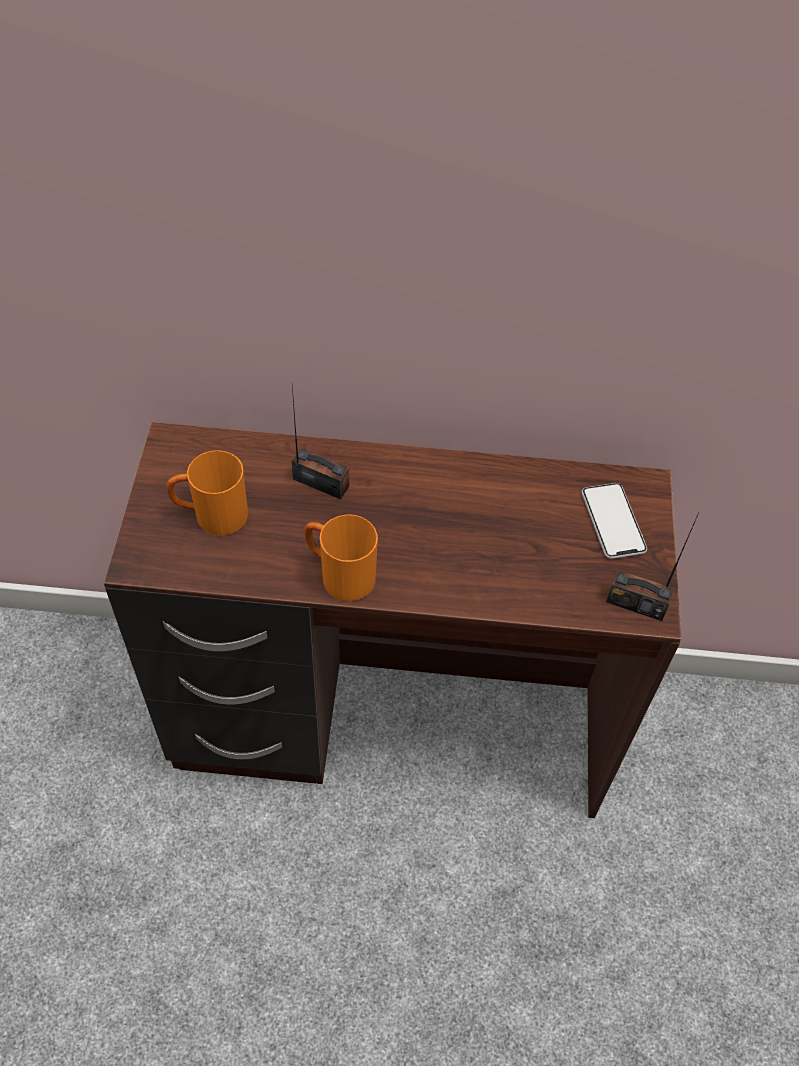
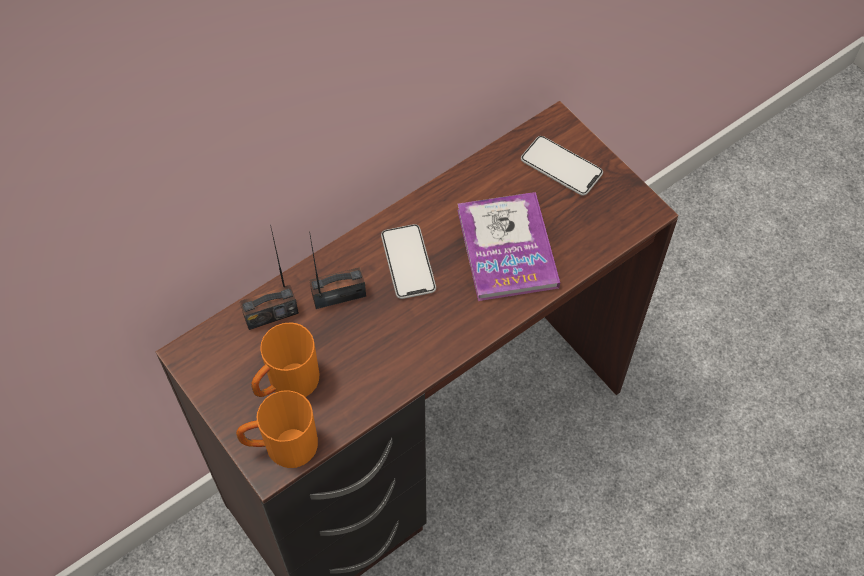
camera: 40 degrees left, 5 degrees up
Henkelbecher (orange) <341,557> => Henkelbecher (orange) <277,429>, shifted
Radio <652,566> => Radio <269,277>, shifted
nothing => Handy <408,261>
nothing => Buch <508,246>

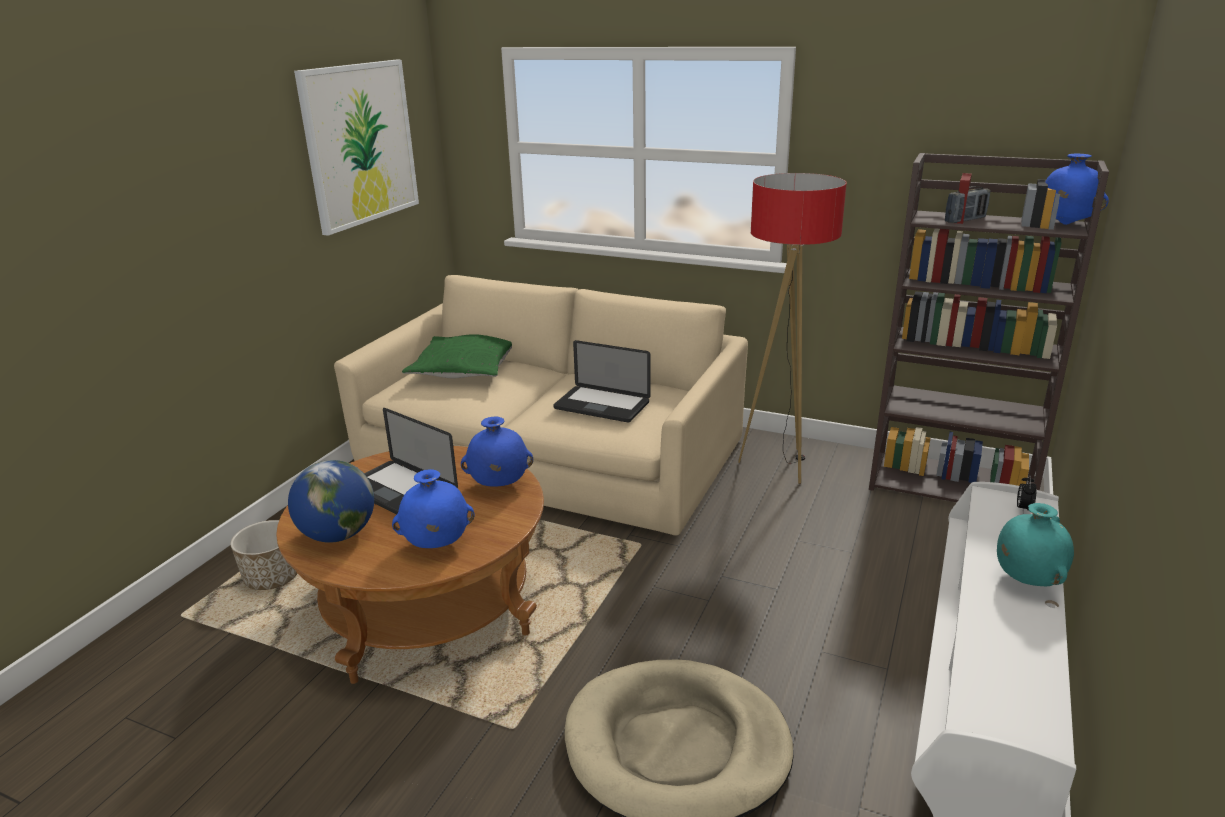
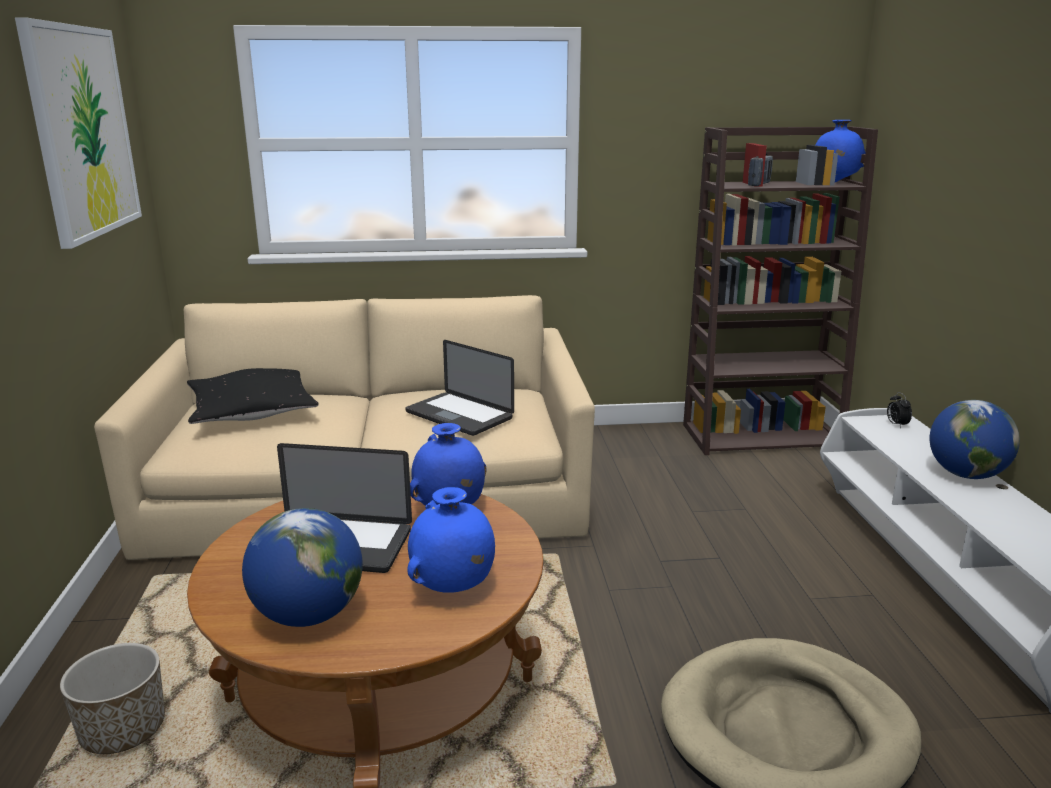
camera: 30 degrees left, 5 degrees down
Kissen (grün) <457,356> => Kissen (schwarz) <252,396>
Laptop <602,381> => Laptop <459,388>, 45 degrees clockwise
Vase (türkis) <1035,544> => Globus <975,439>
Stehlampe <792,328> => nothing

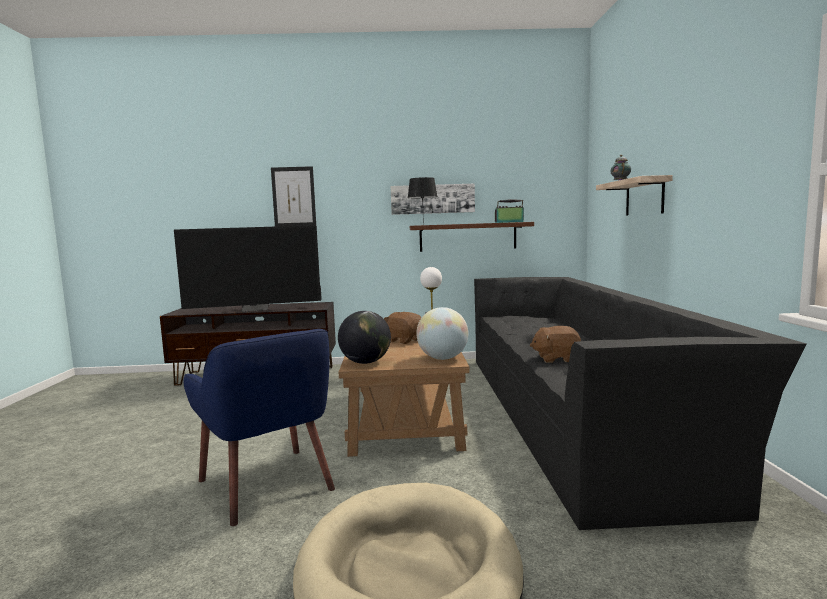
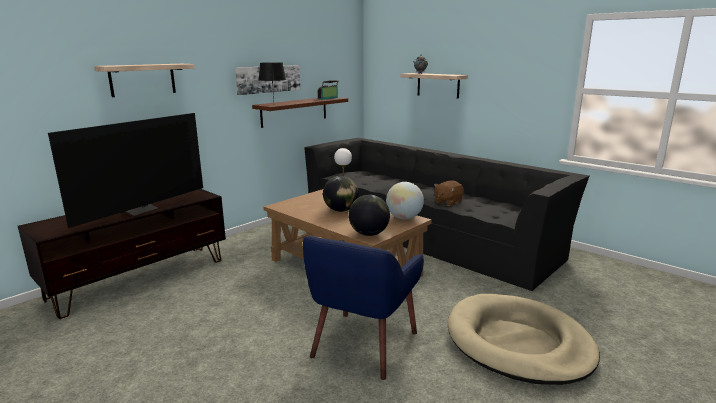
camera: 45 degrees left, 10 degrees up
Bild <293,196> => Wandregal <144,80>
Sessel (blau) <259,427> => Sessel (blau) <363,308>, 105 degrees clockwise
Plüschtier (braun) <403,328> => Globus <341,194>

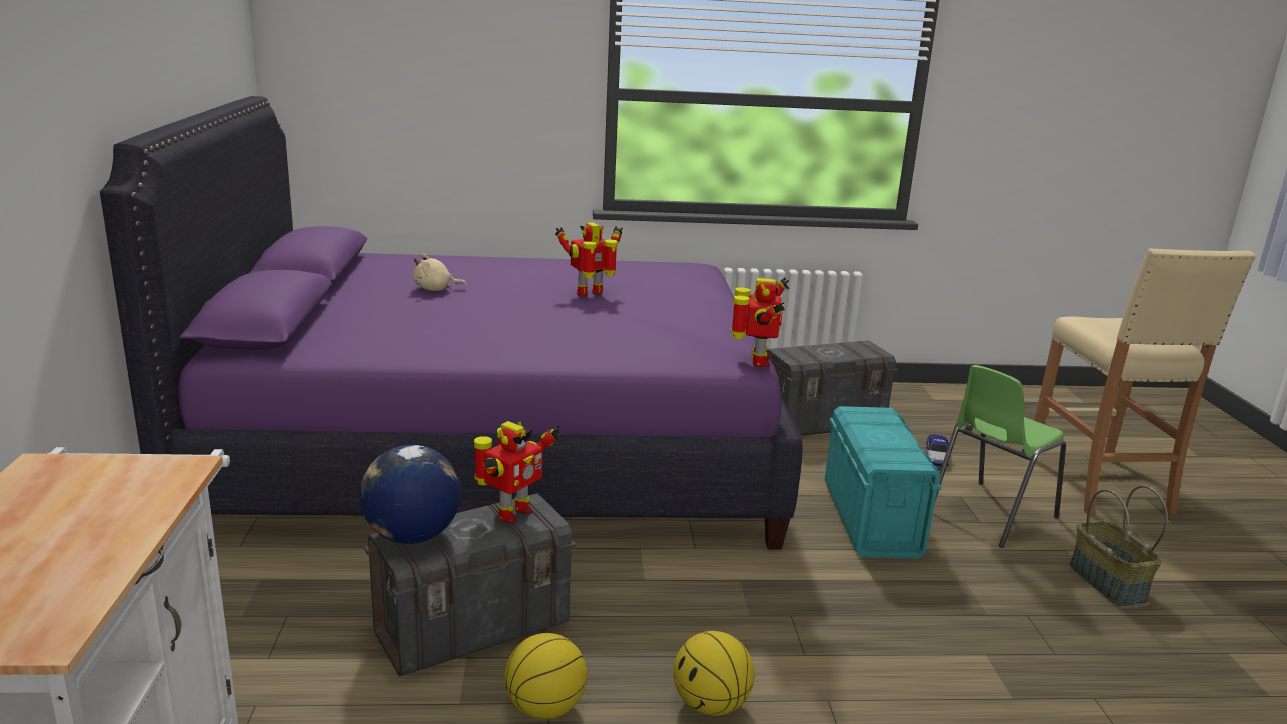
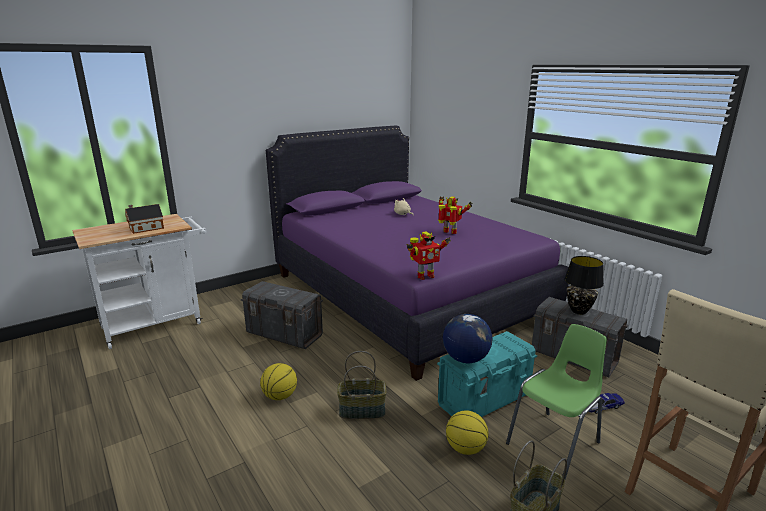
camera: 60 degrees right, 0 degrees up
nothing => Spielzeughaus <144,219>
nothing => Korb <362,385>
Globus <410,494> => Globus <467,338>, shifted
Basketball <545,676> => Basketball <467,432>, shifted
Stuhl (grün) <1000,456> => Stuhl (grün) <556,402>, 120 degrees clockwise
nothing => Tischlampe (schwarz) <584,285>
Spielzeugroboter <517,472> => nothing

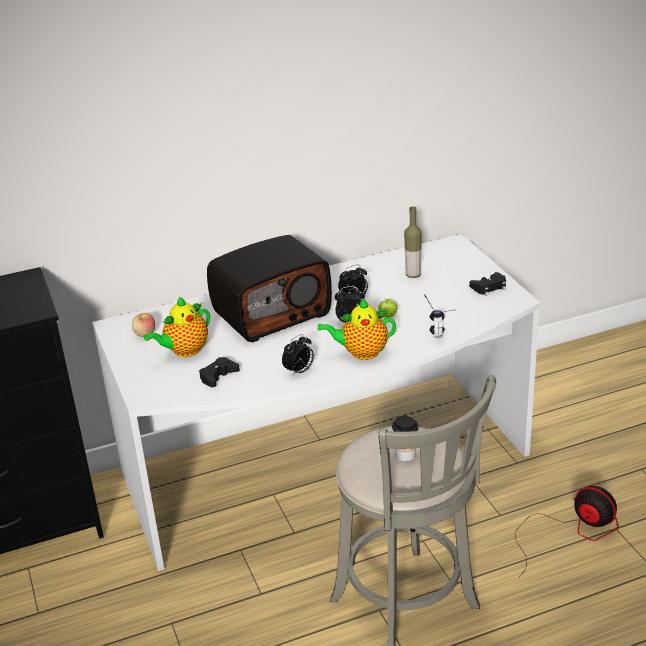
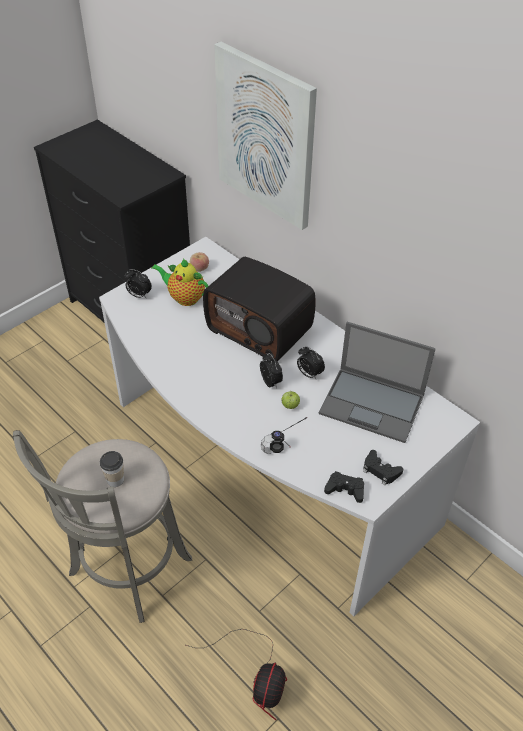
camera: 65 degrees right, 15 degrees up
Wecker <298,355> => Wecker <138,284>, shifted
nothing => Bild <265,136>
Flasche <413,242> => Laptop <377,382>
Gamepad (schwarz) <219,372> => Gamepad (schwarz) <344,487>, shifted
Teekanne <356,329> => nothing

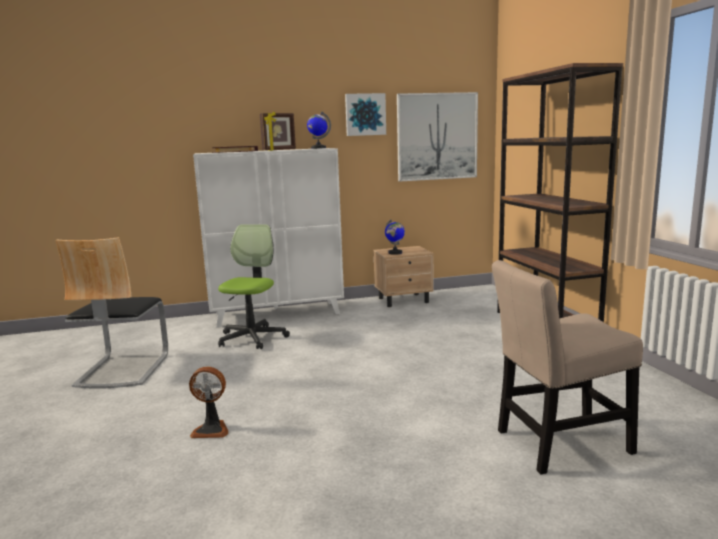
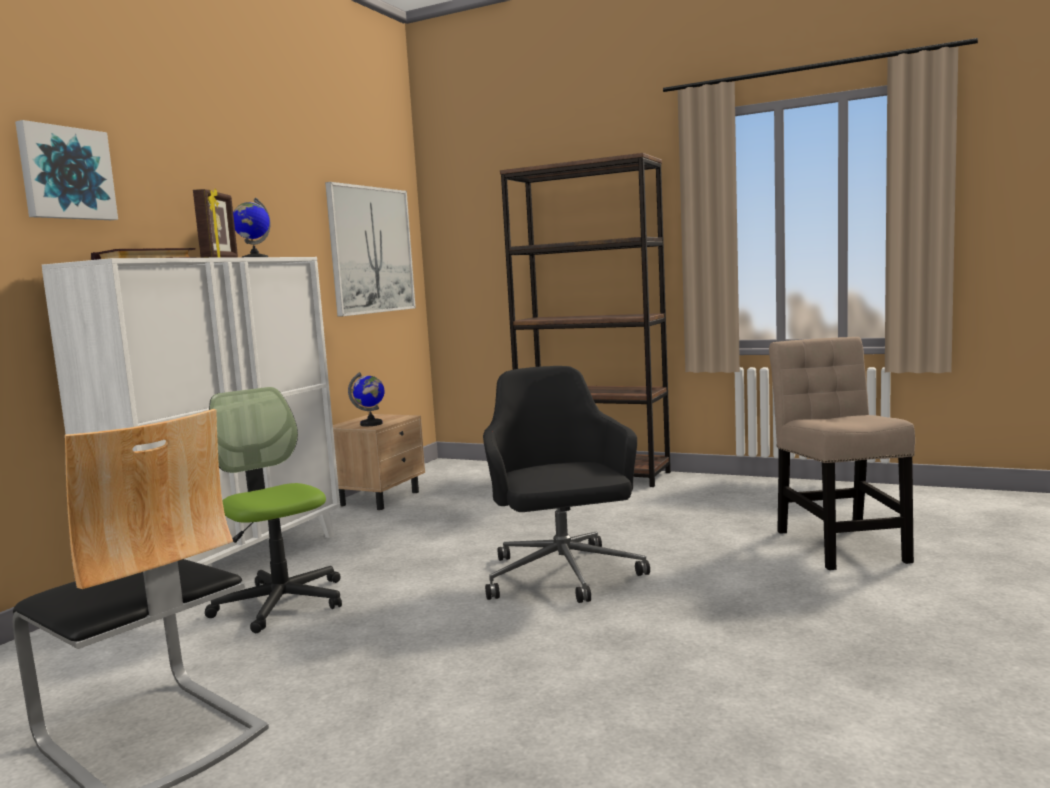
camera: 50 degrees left, 5 degrees down
Bild <365,114> => Bild <66,170>, shifted
nothing => Bürostuhl (schwarz) <566,484>
Stuhl (beige) <567,367> => Stuhl (beige) <842,453>, 150 degrees clockwise
Ventilator <208,402> => nothing

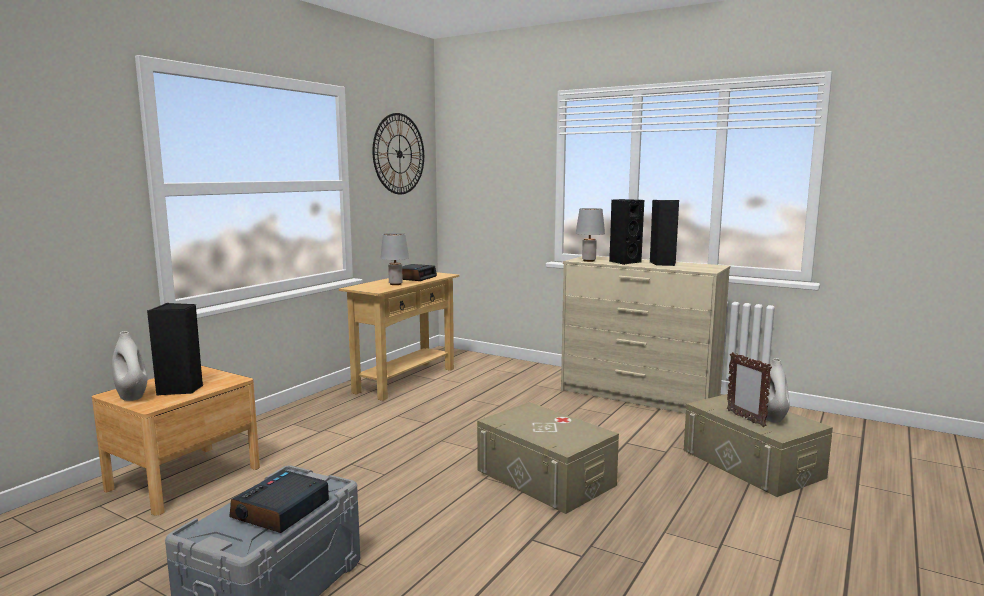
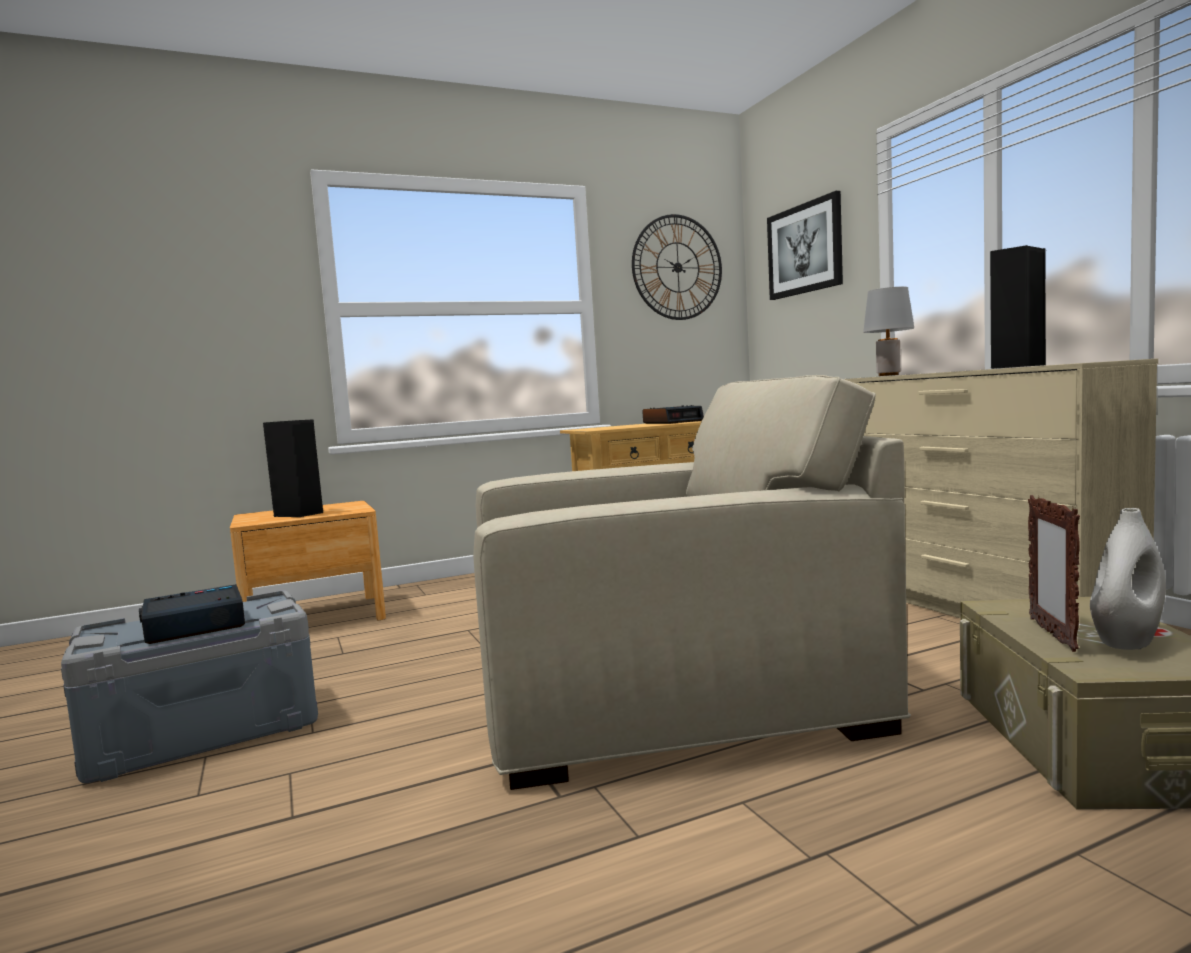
camera: 35 degrees right, 5 degrees down
Aufbewahrungsbox (beige) <548,458> => Sessel (beige) <692,582>
nothing => Bild <805,245>
Vase (weiß) <130,366> => nothing
Tischlampe (grau) <395,259> => nothing
Lautsprecher (schwarz) <626,232> => nothing

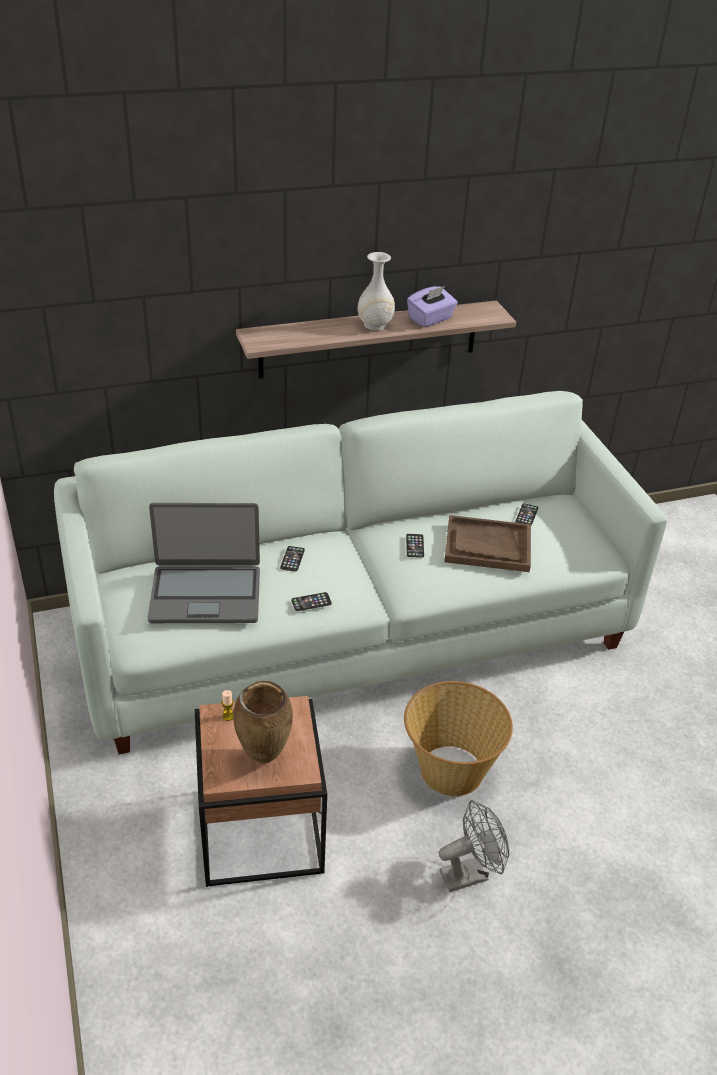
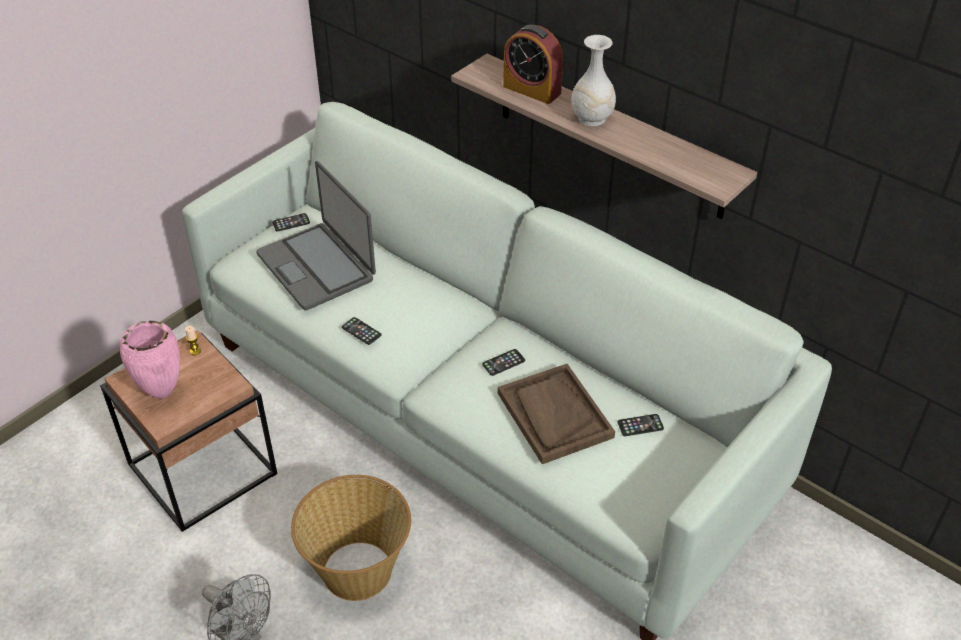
camera: 60 degrees right, 5 degrees up
Vase (braun) <262,722> => Vase (rosa) <150,360>
Handy <292,559> => Handy <291,222>, shifted
nothing => Wecker <533,64>
Taschentuchbox (lila) <432,306> => nothing

